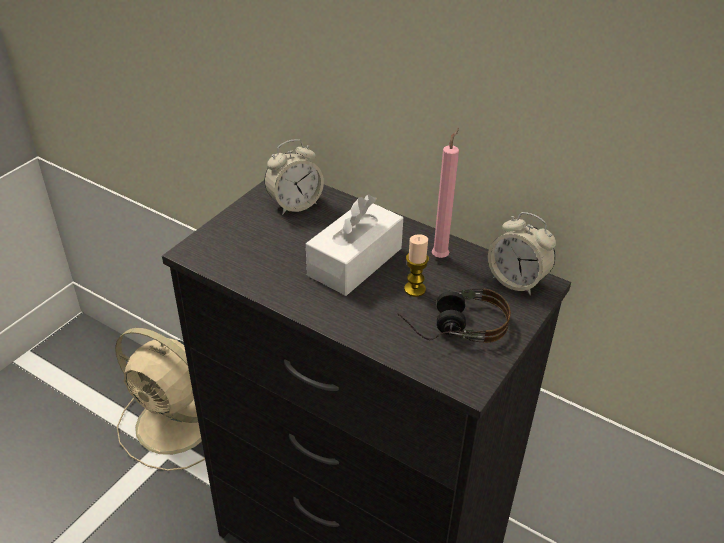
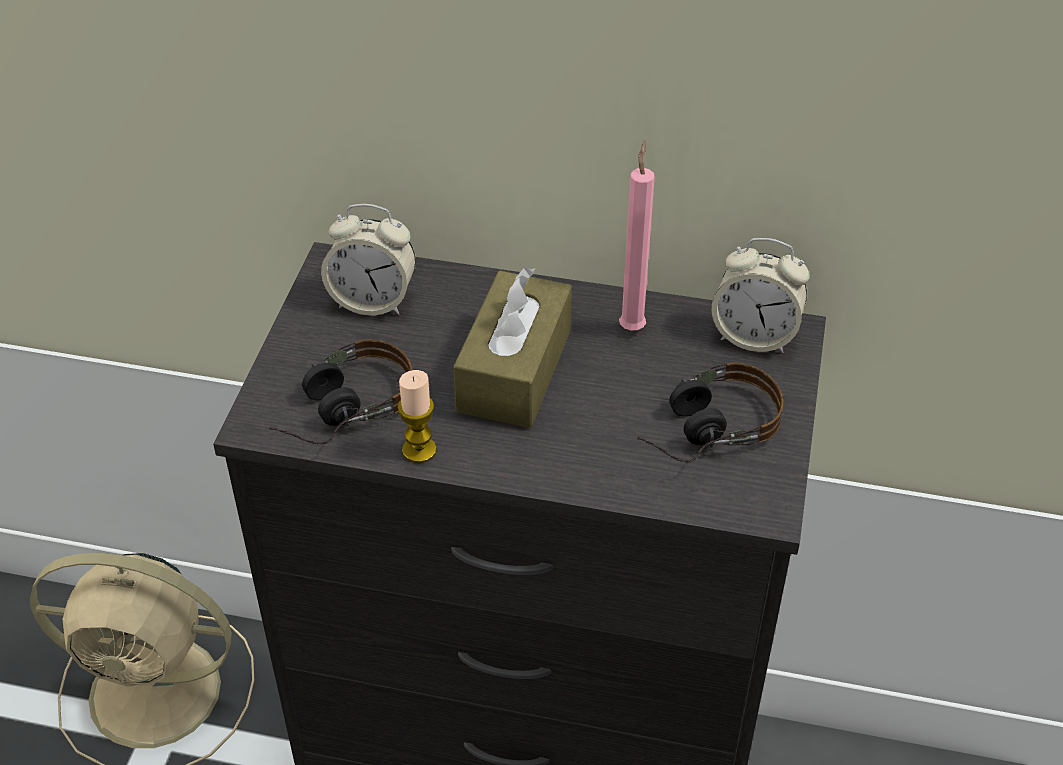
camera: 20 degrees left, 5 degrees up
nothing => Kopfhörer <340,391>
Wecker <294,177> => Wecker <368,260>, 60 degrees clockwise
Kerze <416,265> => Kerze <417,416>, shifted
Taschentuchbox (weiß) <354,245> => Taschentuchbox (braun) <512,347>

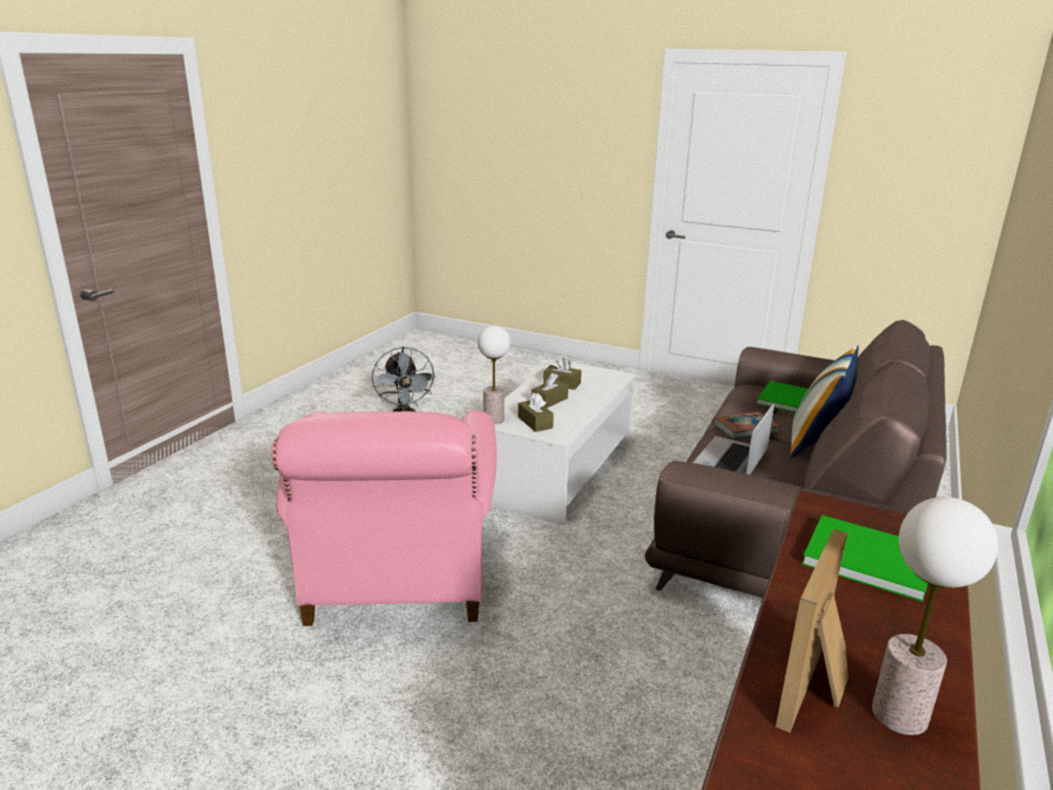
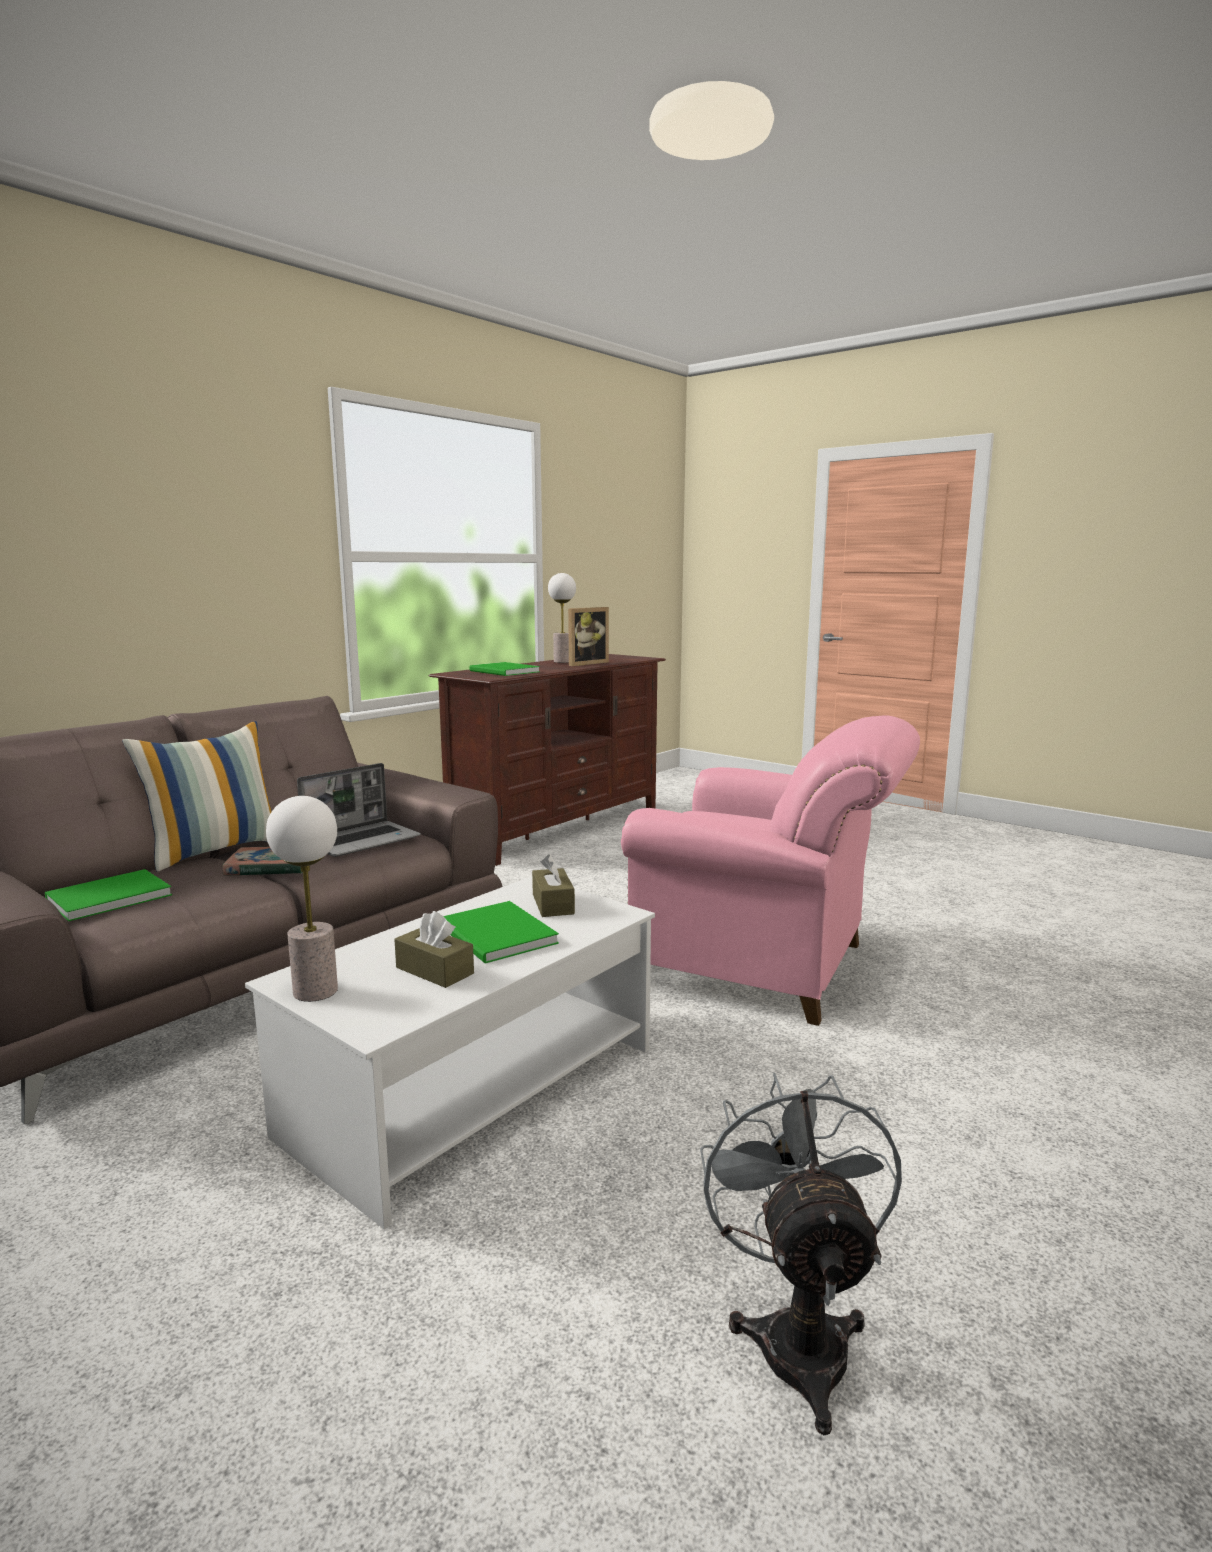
camera: 165 degrees left, 10 degrees down
Tischlampe <494,374> => Tischlampe <302,899>, shifted
Taschentuchbox (braun) <549,390> => Buch (grün) <501,932>
Sessel (rosa) <384,518> => Sessel (rosa) <770,870>, 105 degrees clockwise

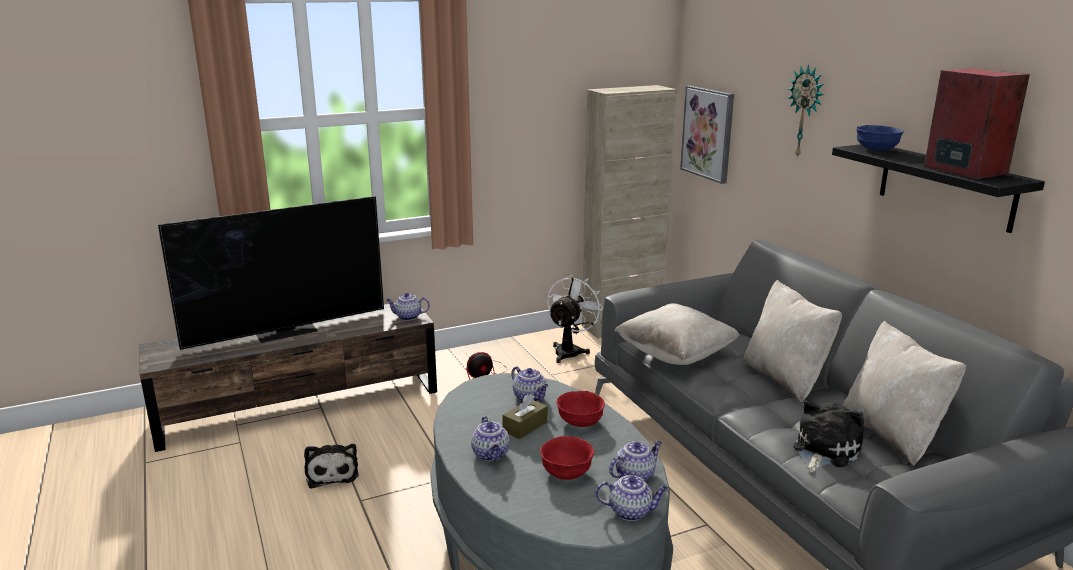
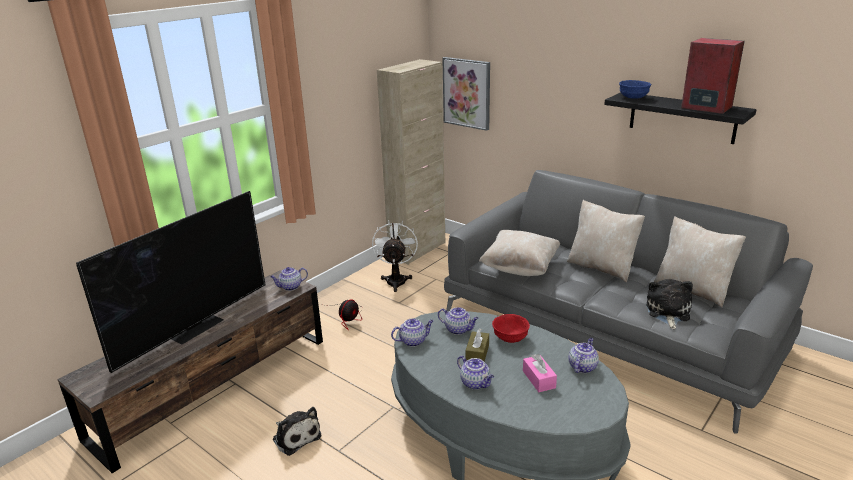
camera: 25 degrees left, 5 degrees up
Teekanne <632,498> => Teekanne <412,332>, shifted
Schüssel (rot) <567,458> => Taschentuchbox (rosa) <540,373>
Wanduhr <805,111> => nothing

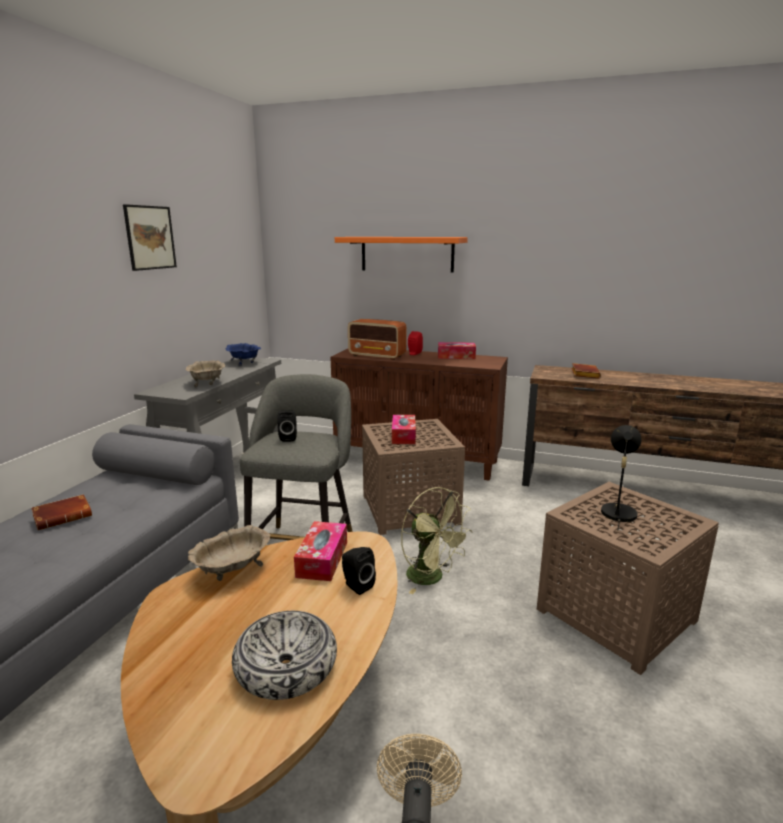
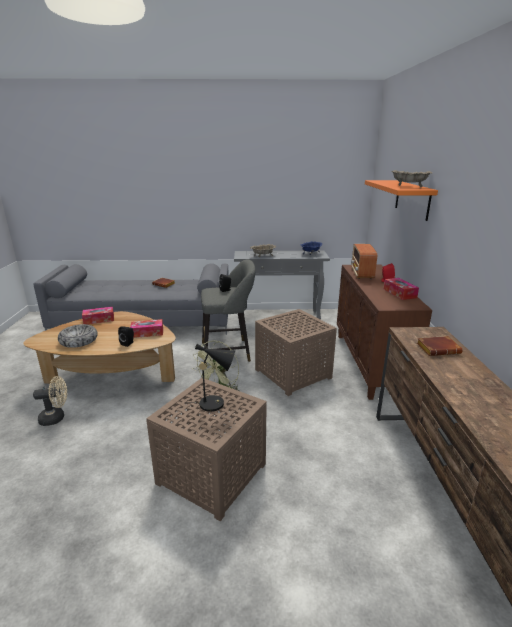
camera: 70 degrees right, 5 degrees up
Taschentuchbox <404,429> => Taschentuchbox <98,315>, shifted
Schüssel (beige) <229,553> => Schüssel (beige) <411,178>, shifted
Bild <150,237> => nothing

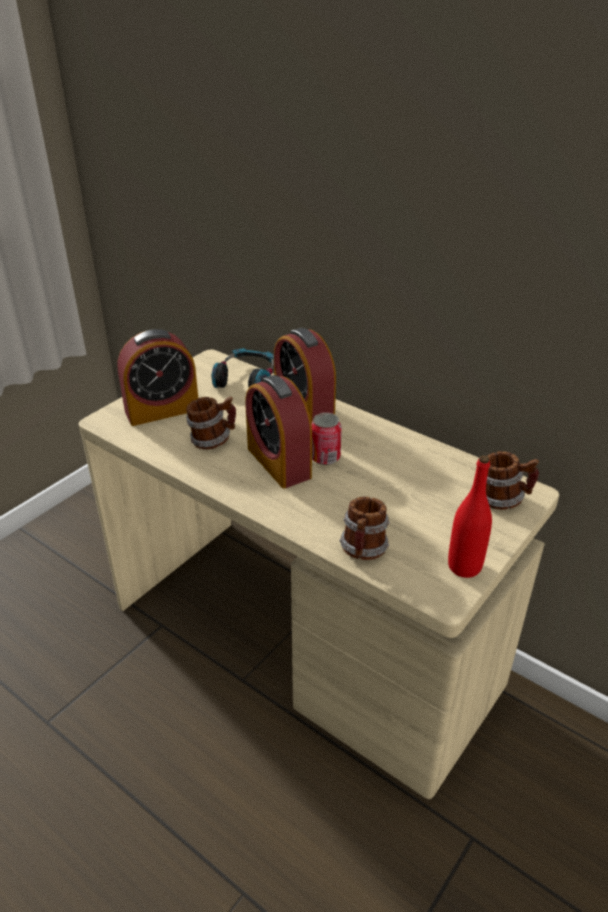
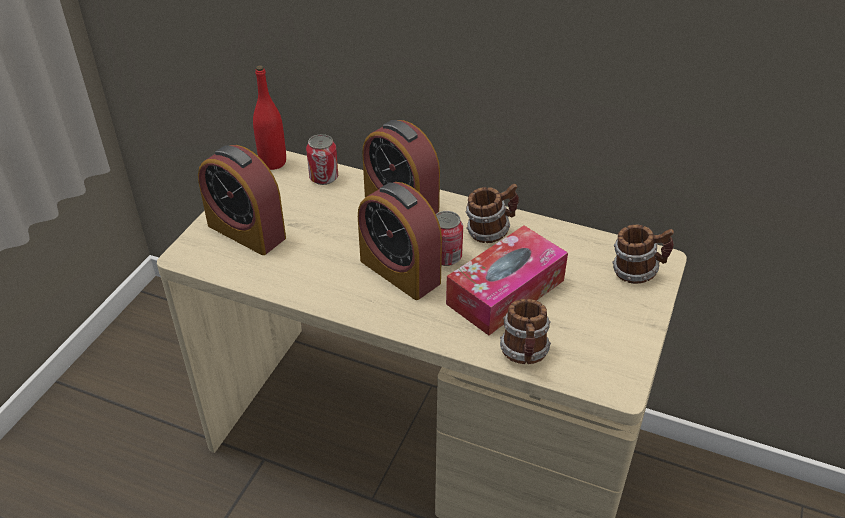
camera: 15 degrees left, 5 degrees up
Wecker <158,377> => Wecker <242,200>, 75 degrees clockwise
Flasche (rot) <470,516> => Flasche (rot) <269,117>, shifted
Kopfhörer <242,368> => Dose <322,159>
nothing => Taschentuchbox <507,281>
Henkelbecher <211,423> => Henkelbecher <492,213>, shifted

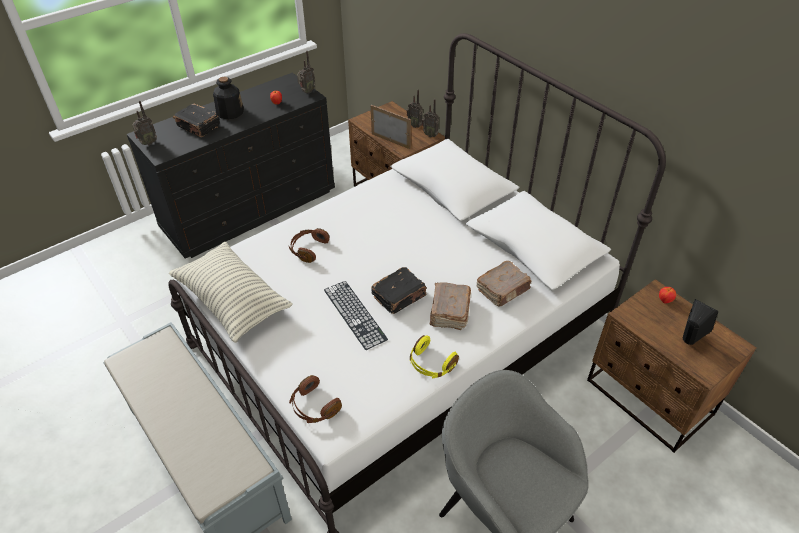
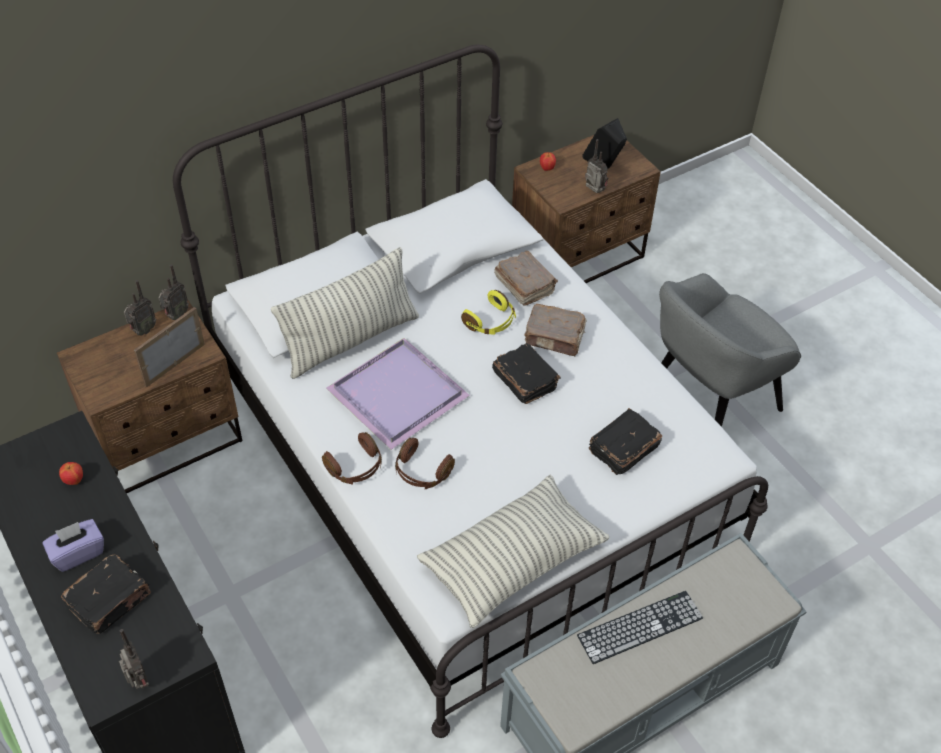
camera: 85 degrees left, 5 degrees up
Flasche <228,98> => Taschentuchbox (lila) <73,545>
nothing => Kissen <345,313>
Kopfhörer (braun) <315,399> => Kopfhörer (braun) <352,458>, shifted
nothing => Tablett (lila) <398,394>
Kopfhörer (gelb) <434,356> => Kopfhörer (gelb) <488,312>, shifted
Tastatur <356,315> => Tastatur <640,627>, shifted
Radio <306,72> => Radio <596,166>, shifted
nothing => Buch (schwarz) <625,441>

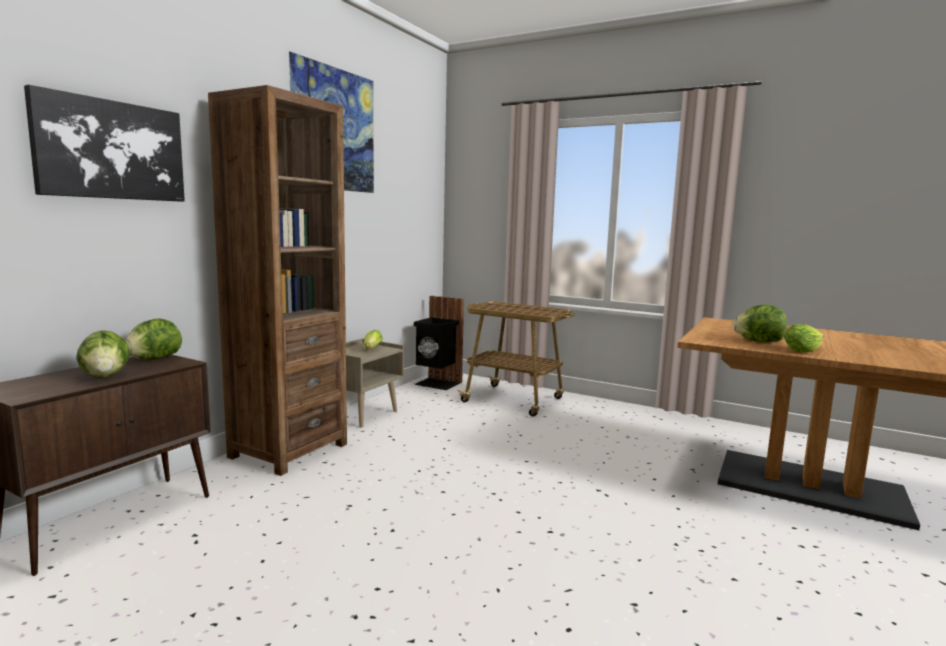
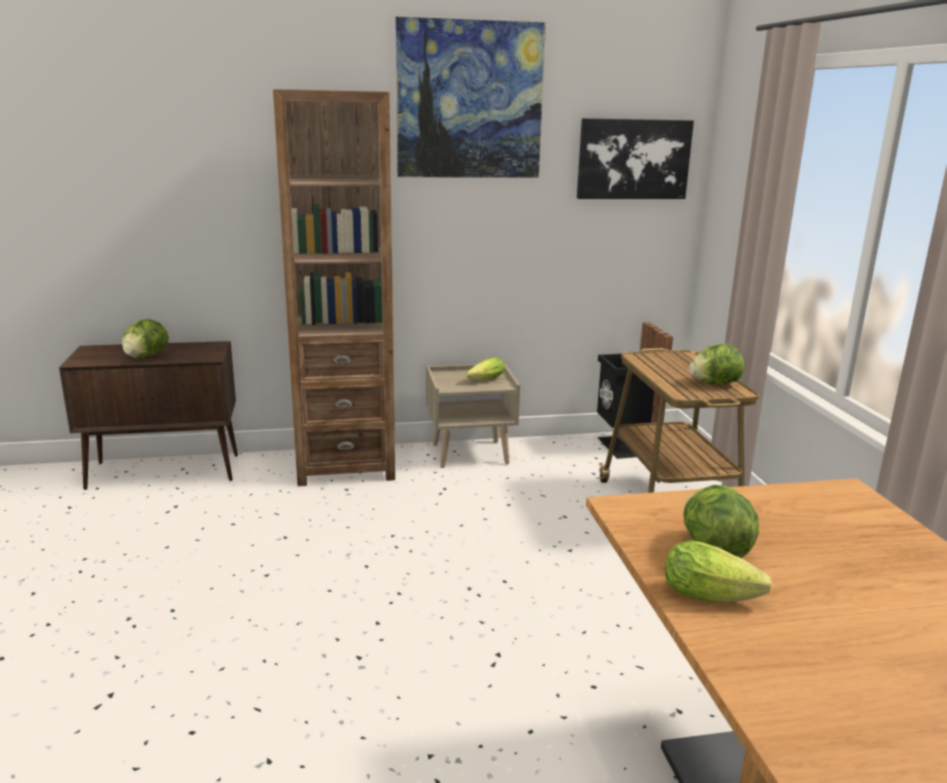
camera: 50 degrees right, 10 degrees up
Bild <104,143> => Bild <635,158>, shifted
Salatkopf <153,339> => Salatkopf <716,364>, shifted

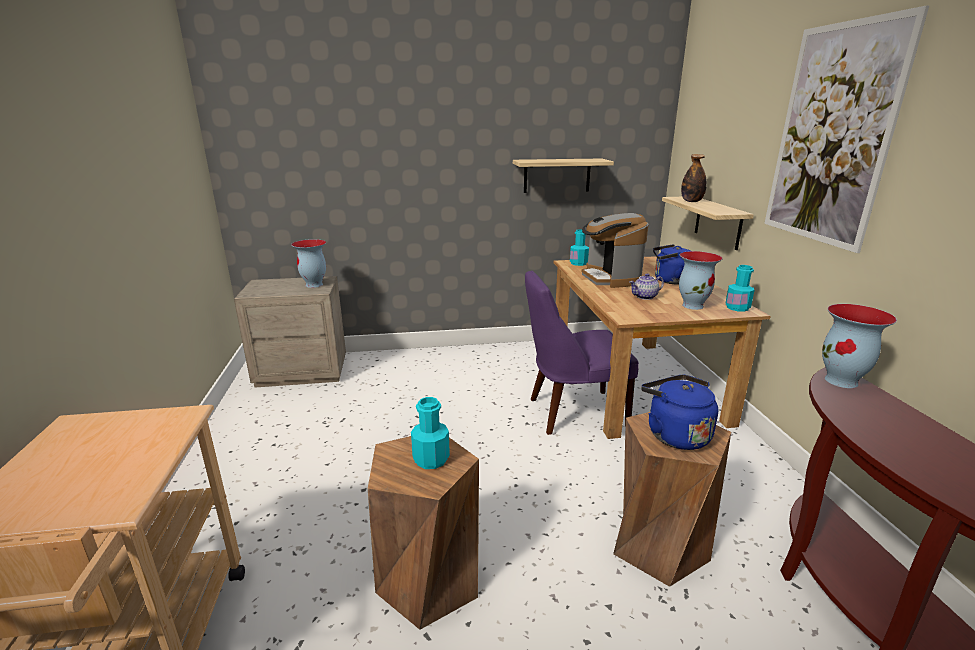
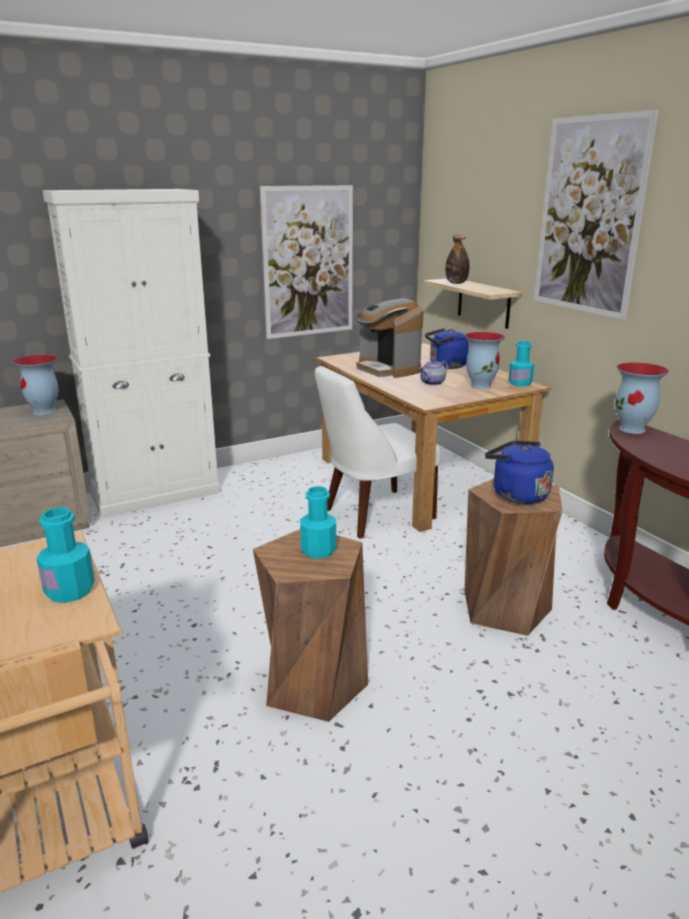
camera: 20 degrees left, 0 degrees up
Flasche (türkis) <579,247> => Flasche (türkis) <65,555>, shifted
nothing => Schrank (weiß) <132,353>
Wandregal <563,175> => Bild <306,262>
Stuhl (lila) <582,352> => Stuhl (weiß) <378,452>

